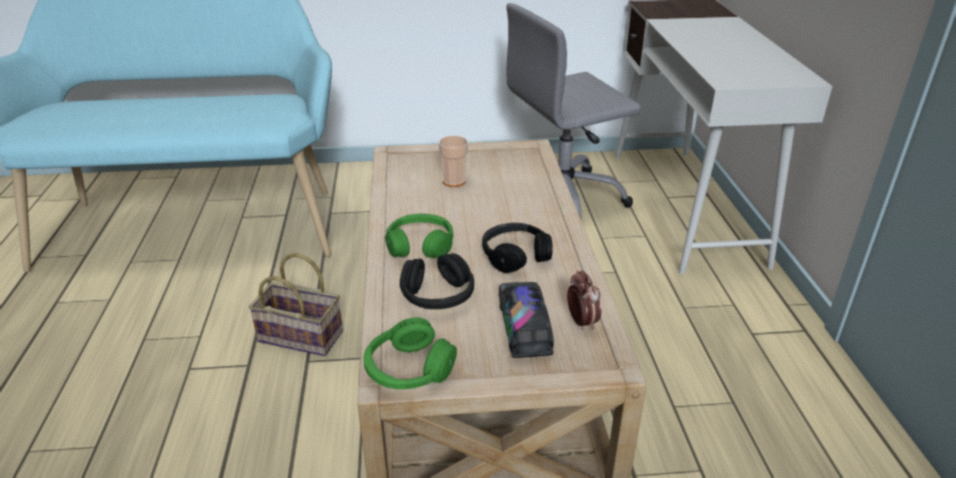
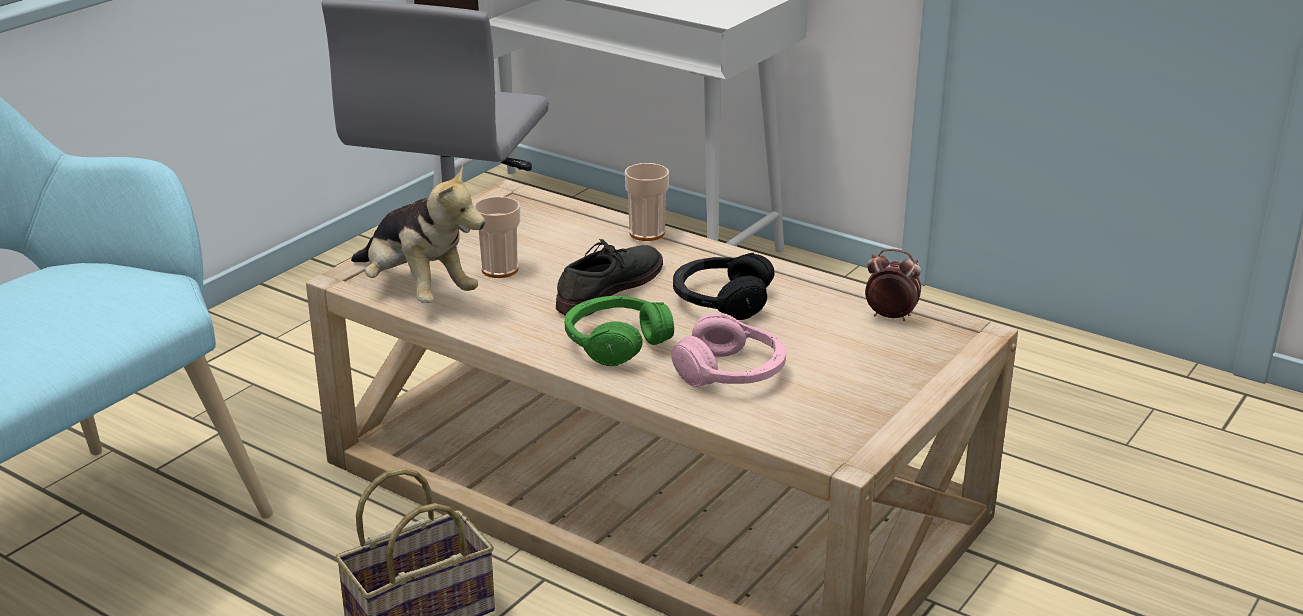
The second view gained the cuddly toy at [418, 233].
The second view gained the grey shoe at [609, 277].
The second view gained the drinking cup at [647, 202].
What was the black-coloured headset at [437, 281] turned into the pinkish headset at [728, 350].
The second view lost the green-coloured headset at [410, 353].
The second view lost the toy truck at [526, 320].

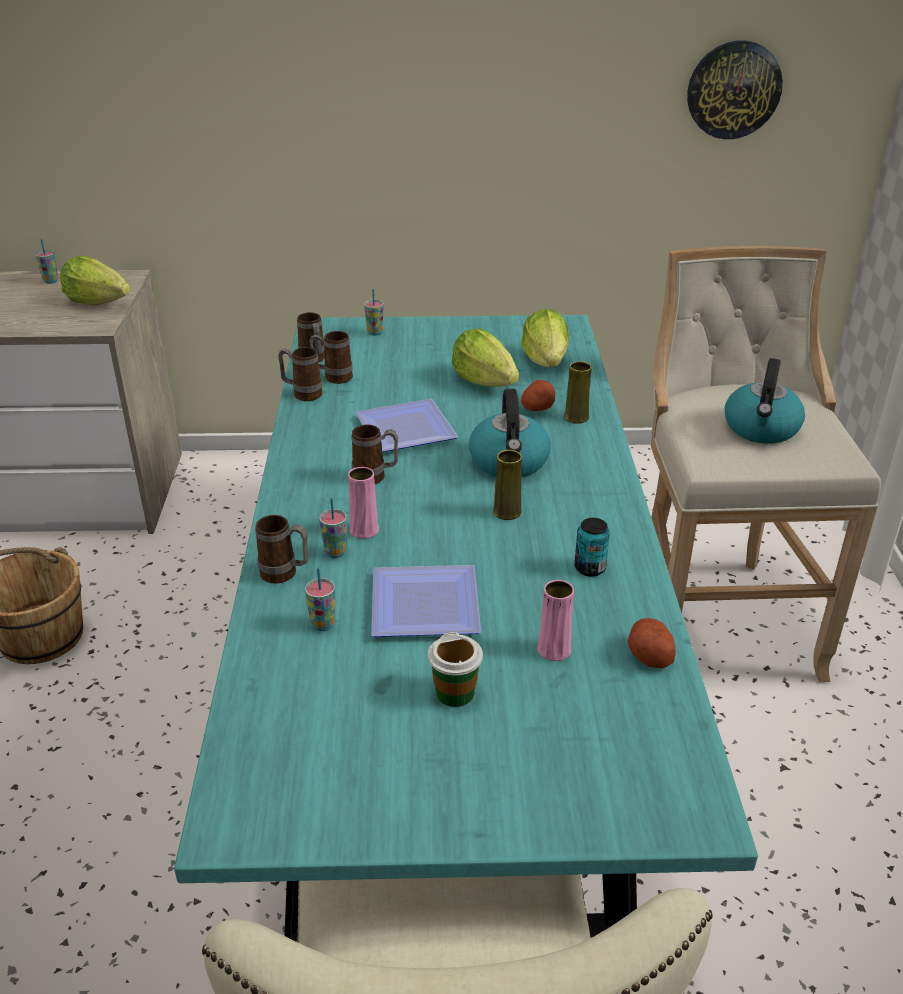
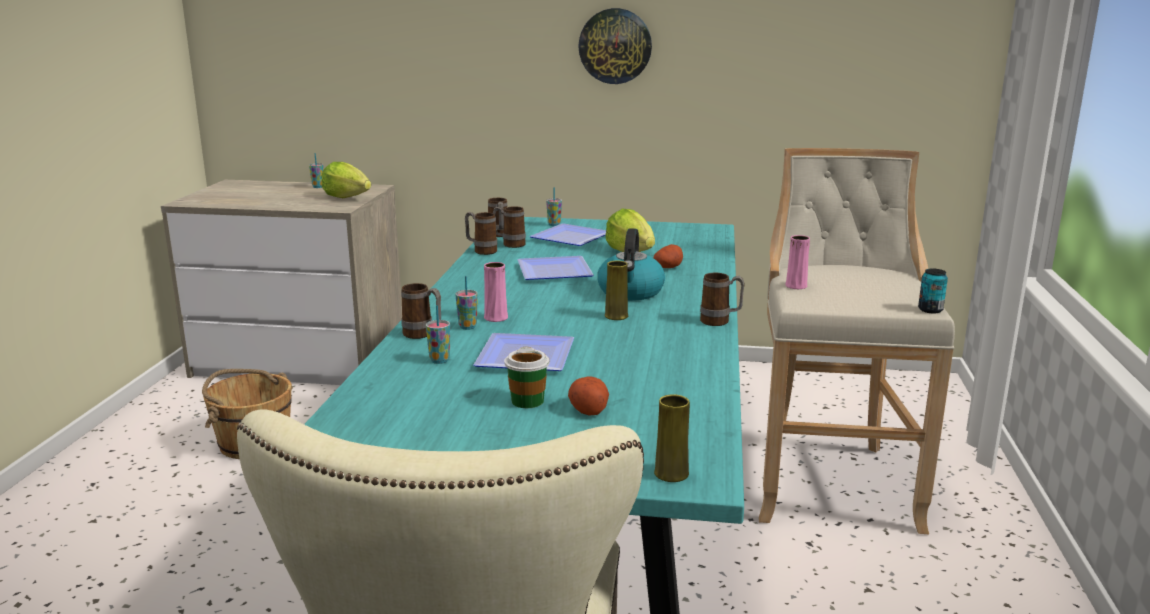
The second view gained the plate at [568, 234].
The whole potato ended up elsewhere, having gone from [652, 643] to [588, 395].
The hanging clock ended up elsewhere, having gone from [735, 89] to [615, 46].
The yellow-coloured decorative vase ended up elsewhere, having gone from [578, 392] to [672, 438].
The mug ended up elsewhere, having gone from [375, 454] to [722, 299].
The pinkish decorative vase ended up elsewhere, having gone from [555, 620] to [797, 262].
The sealed can ended up elsewhere, having gone from [592, 547] to [933, 290].
The second view lost the lettuce at [545, 338].
The second view lost the tea kettle at [765, 401].

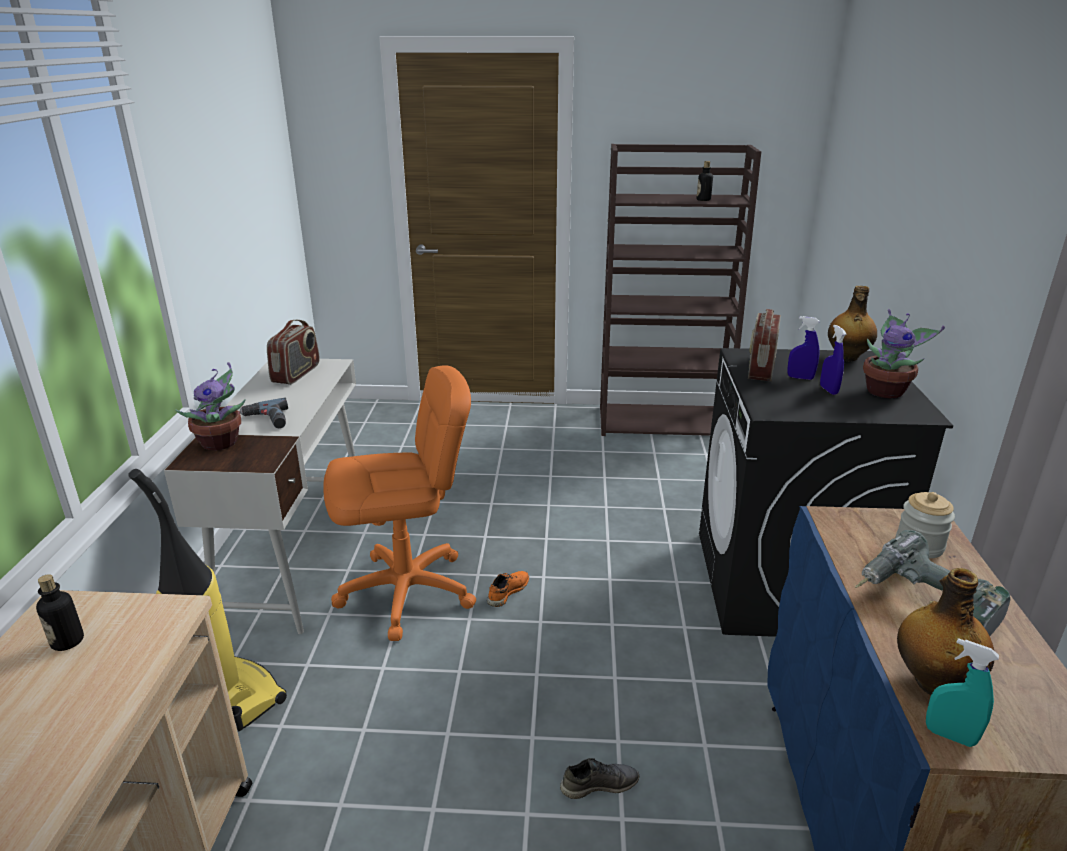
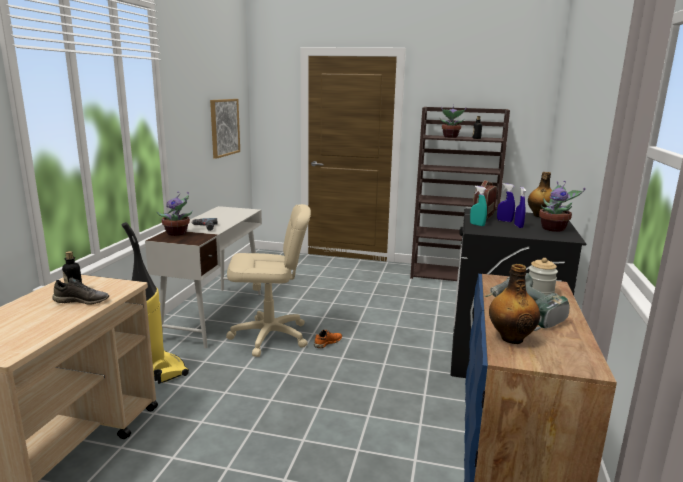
The grey shoe ended up elsewhere, having gone from [599, 778] to [80, 291].
The second view gained the picture at [225, 129].
What was the orange-coloured desk chair at [399, 503] turned into the sand-coloured desk chair at [268, 280].
The second view gained the houseplant at [453, 121].
The turquoise sprayer ended up elsewhere, having gone from [962, 692] to [478, 206].
The second view lost the radio at [293, 352].

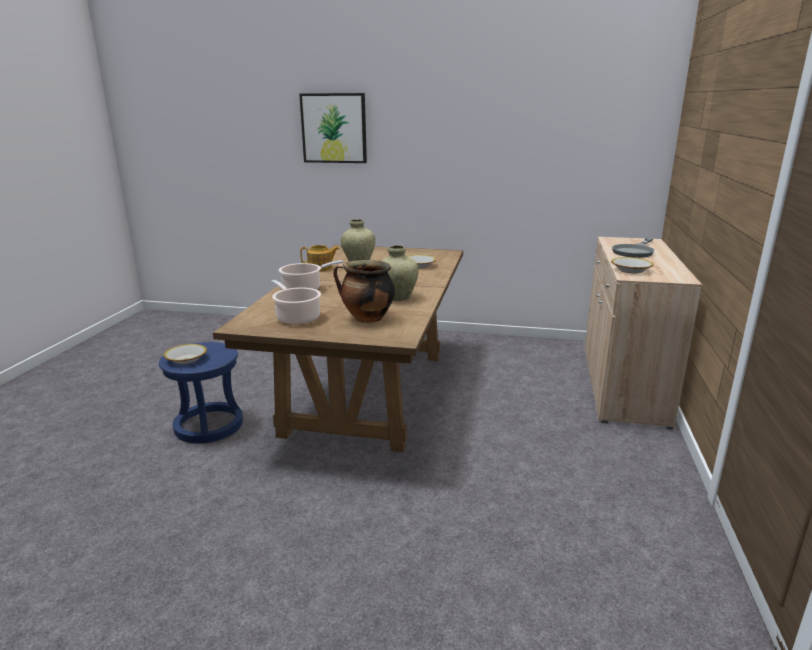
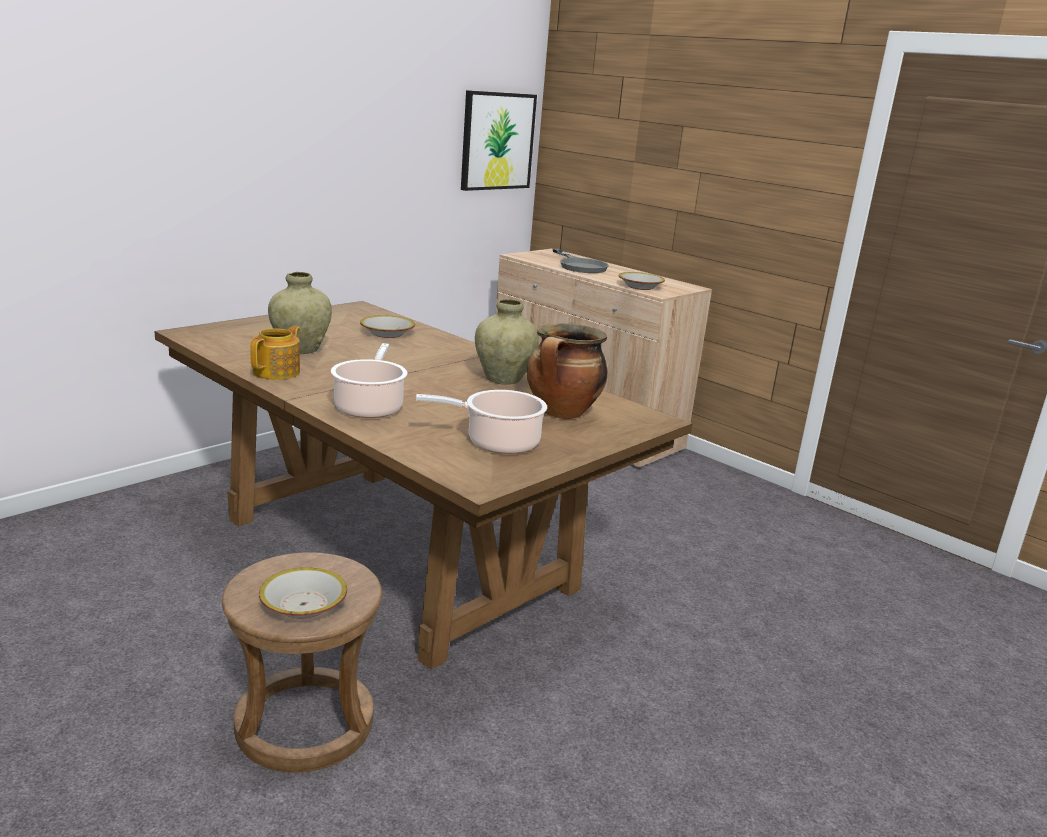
What was the blue stool seat at [201, 393] turned into the brown-coloured stool seat at [302, 662].
The picture ended up elsewhere, having gone from [333, 128] to [499, 140].

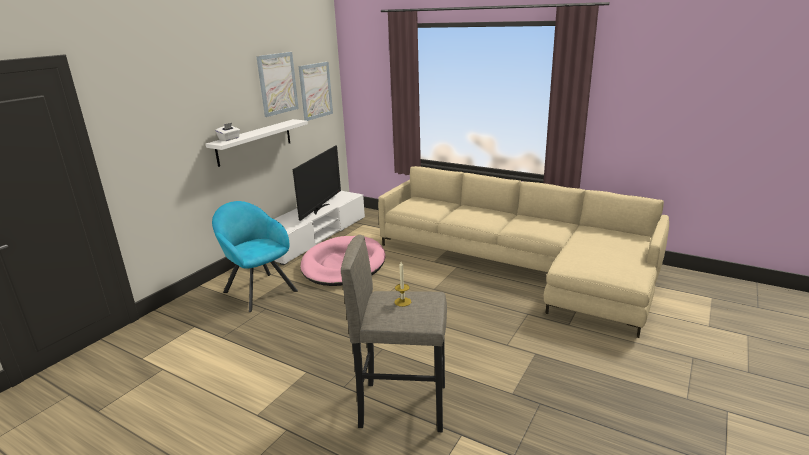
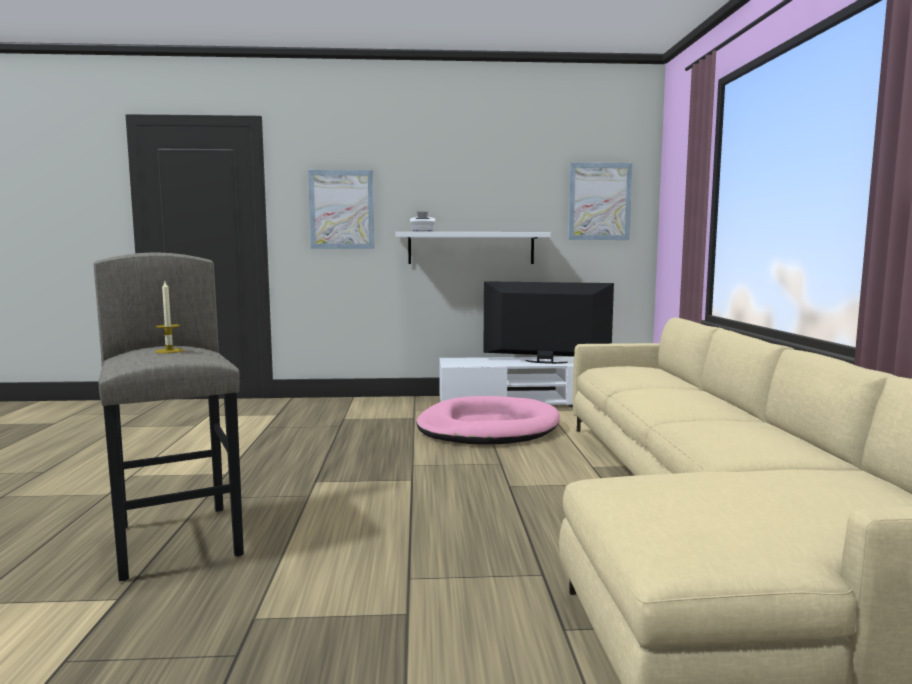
The picture ended up elsewhere, having gone from [277, 84] to [341, 209].
The TV at [317, 183] ended up facing another way, 150 degrees counterclockwise from before.
The second view lost the turquoise armchair at [255, 256].

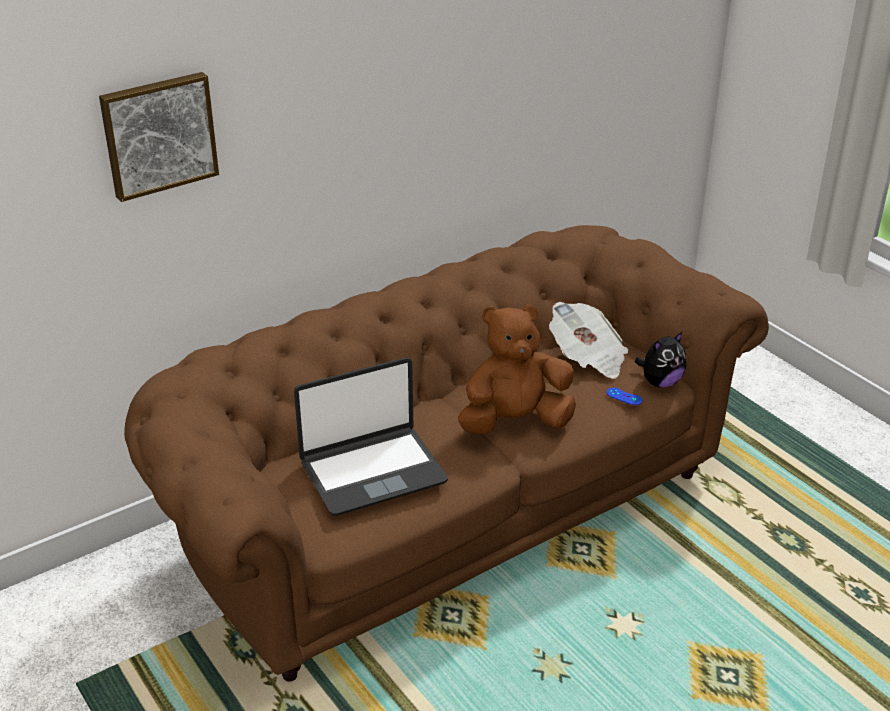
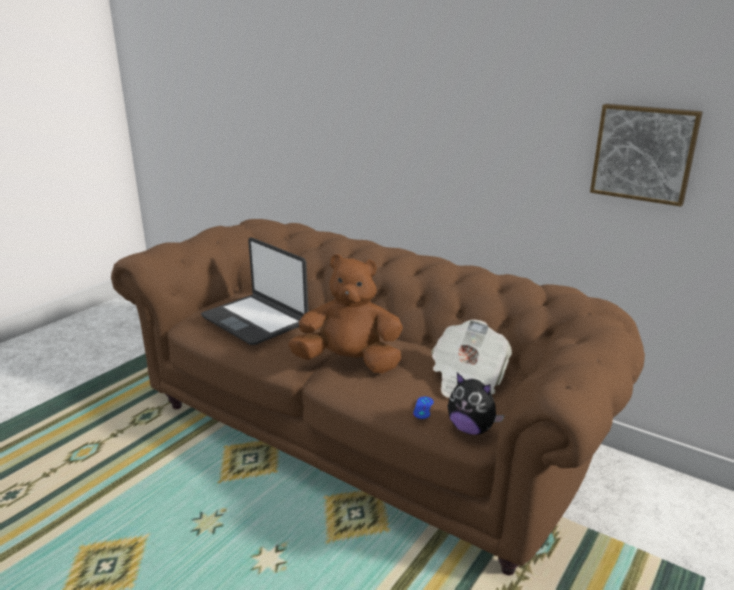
The brown-coloured cuddly toy at [517, 369] ended up facing another way, 45 degrees counterclockwise from before.
The picture ended up elsewhere, having gone from [159, 137] to [646, 155].

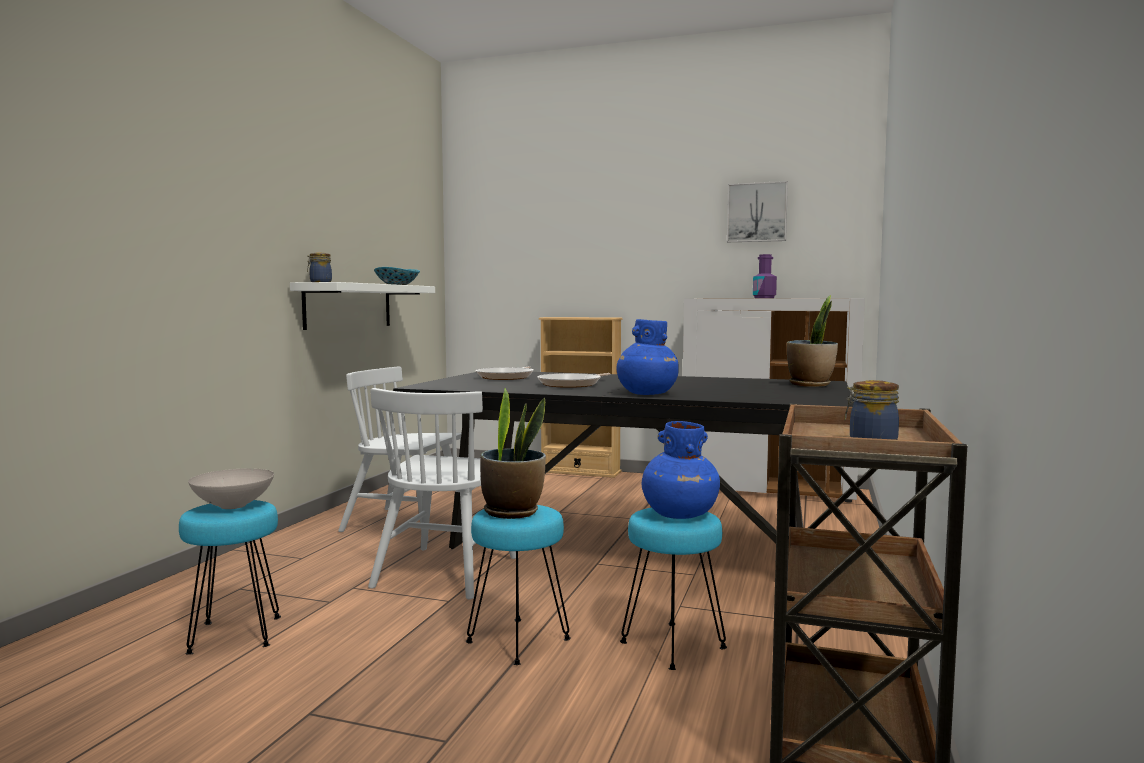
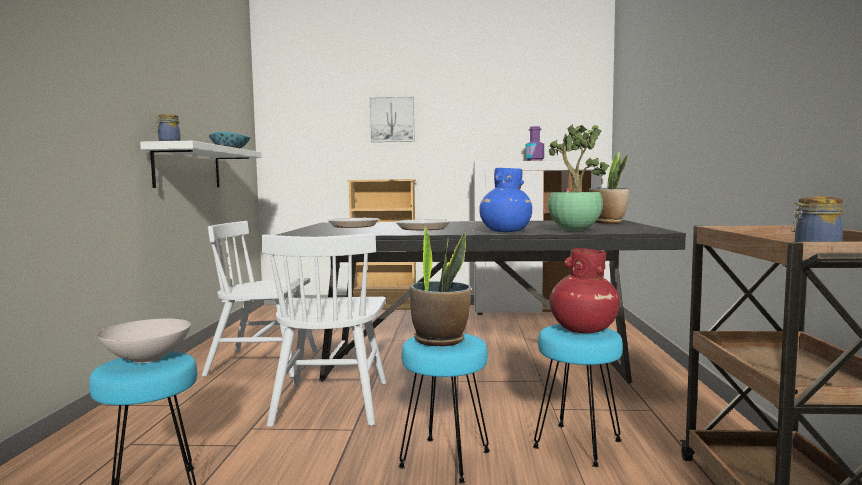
The picture ended up elsewhere, having gone from [757, 211] to [391, 119].
The second view gained the houseplant at [578, 177].
What was the blue decorative vase at [681, 470] turned into the reddish decorative vase at [585, 290].

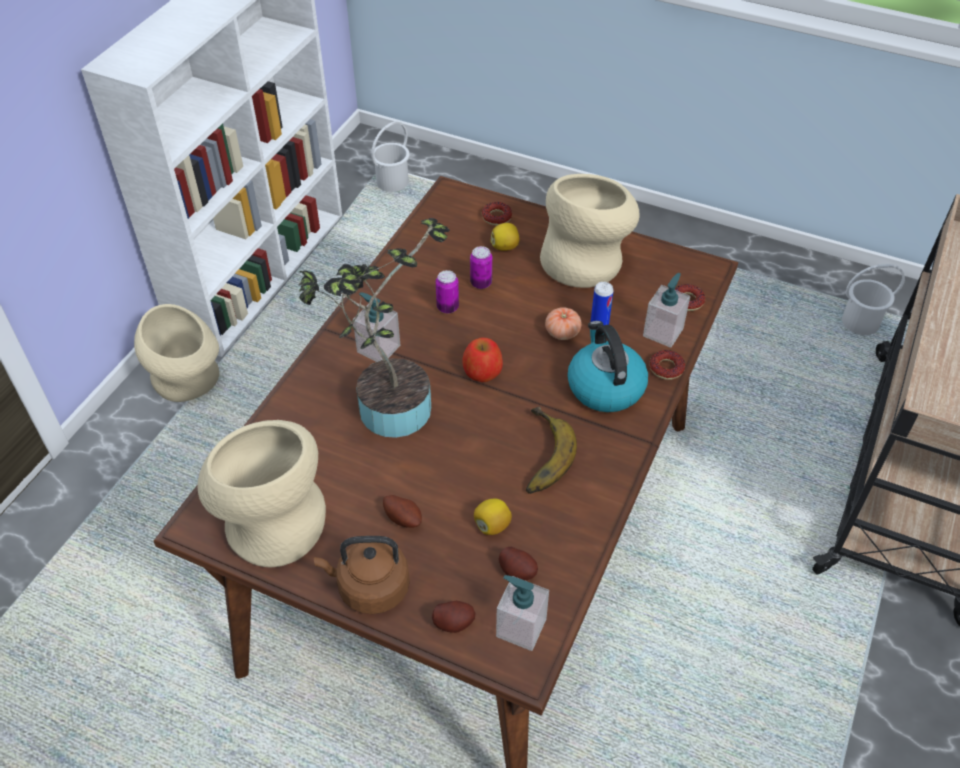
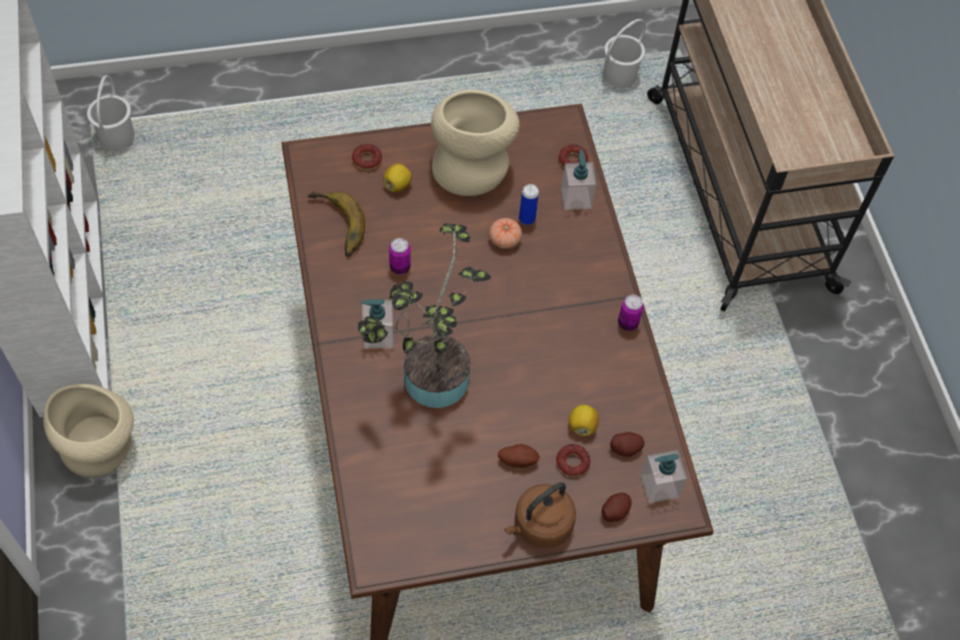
The banana fruit ended up elsewhere, having gone from [551, 450] to [336, 224].
The doughnut ended up elsewhere, having gone from [667, 365] to [573, 460].
The sealed can ended up elsewhere, having gone from [481, 267] to [631, 313].
The second view lost the sand-coloured decorative vase at [262, 493].
The second view lost the apple fruit at [482, 360].
The second view lost the tea kettle at [607, 366].

